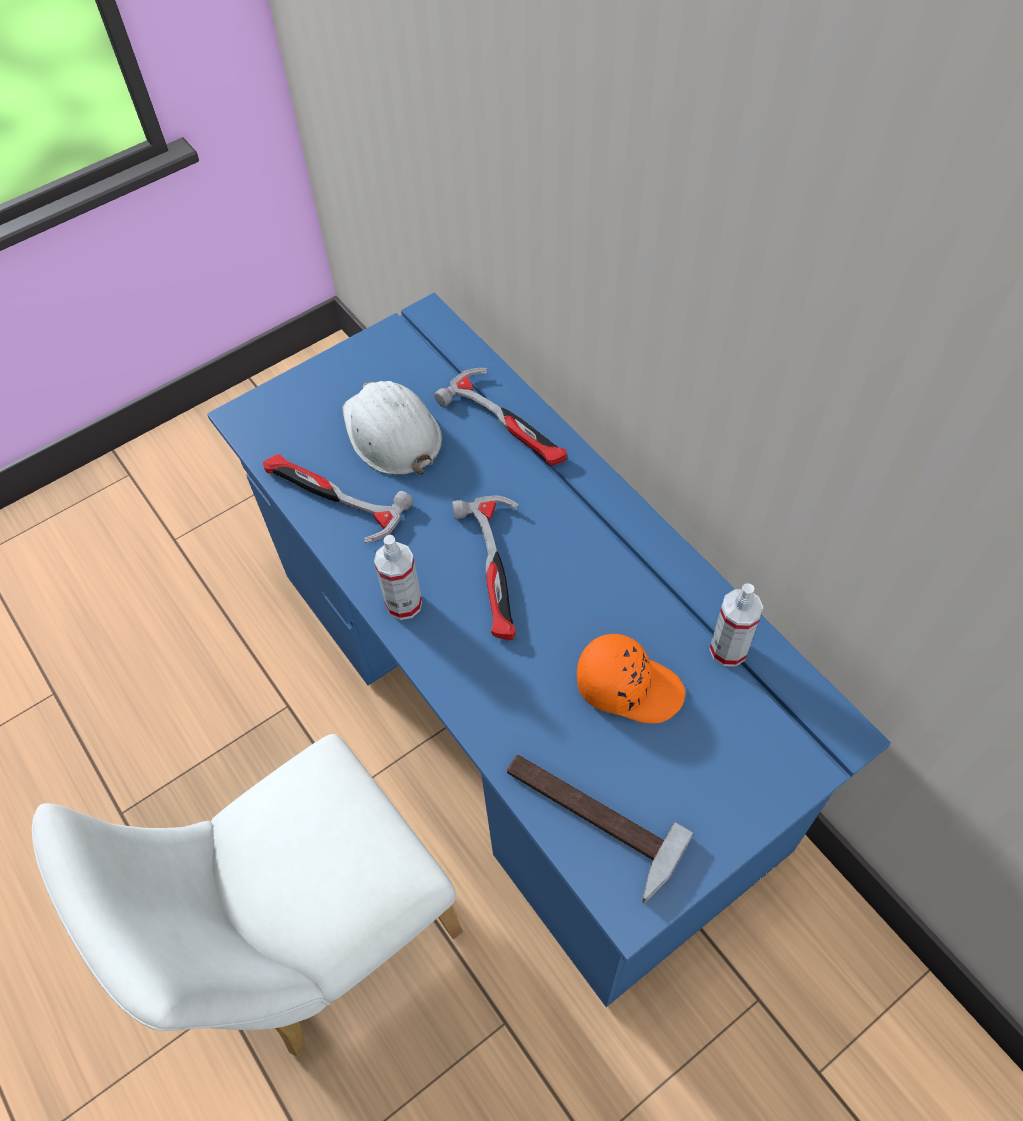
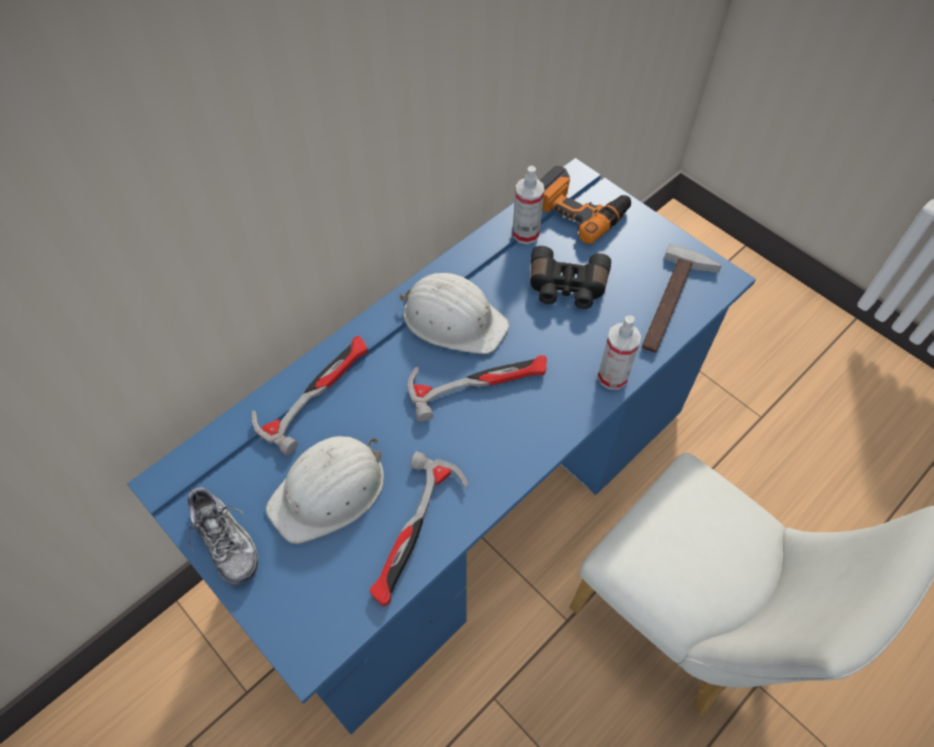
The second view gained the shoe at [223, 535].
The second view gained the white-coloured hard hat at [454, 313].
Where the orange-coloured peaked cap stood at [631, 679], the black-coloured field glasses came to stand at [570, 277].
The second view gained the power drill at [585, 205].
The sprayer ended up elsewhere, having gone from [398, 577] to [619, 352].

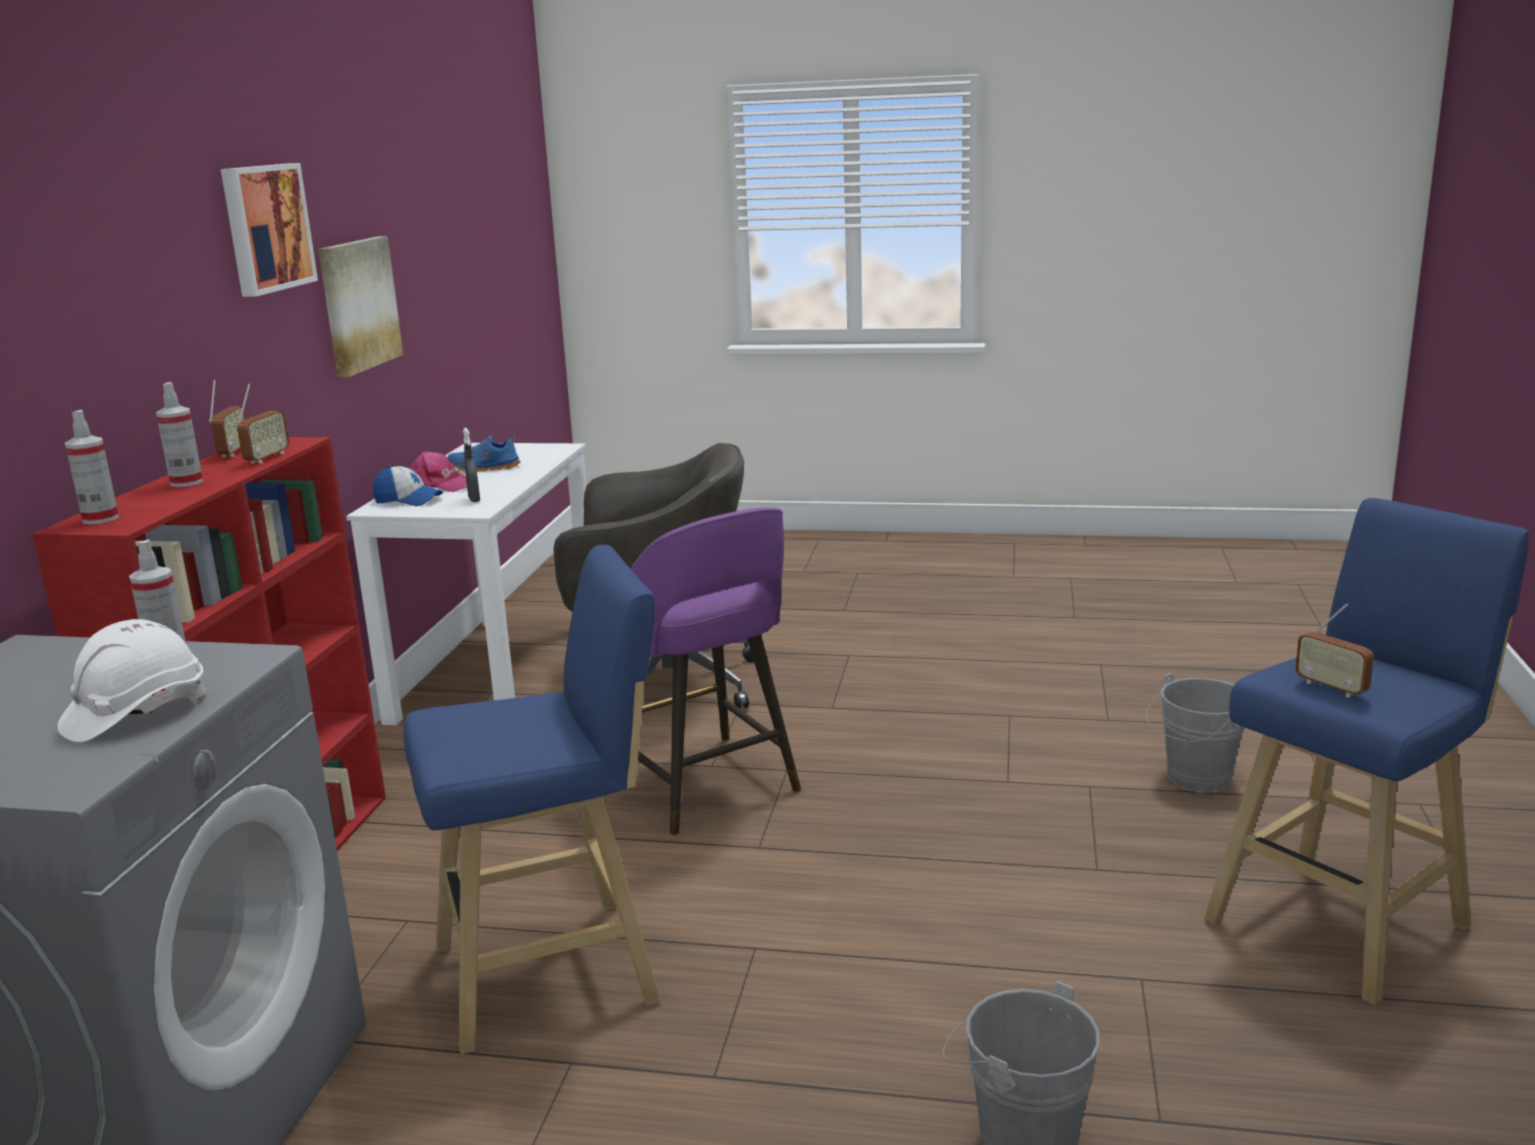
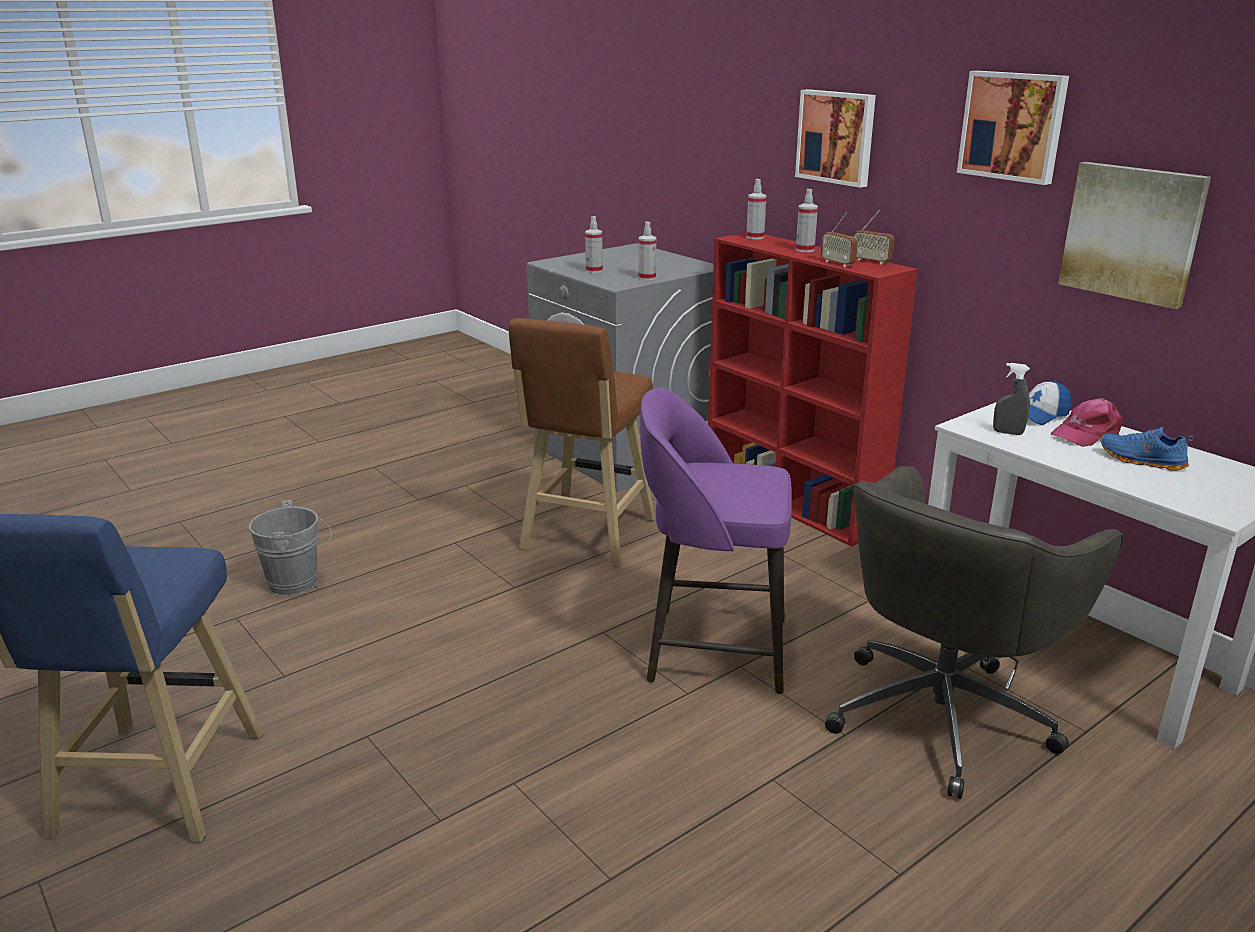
What was the blue stool seat at [531, 799] turned into the brown-coloured stool seat at [582, 442].
Where the white-coloured hard hat stood at [132, 680], the sprayer came to stand at [594, 244].
The second view gained the picture at [835, 138].
The blue shoe at [484, 453] ended up facing another way, 90 degrees counterclockwise from before.
The second view lost the grey water bucket at [1195, 733].
The second view lost the radio at [1334, 650].

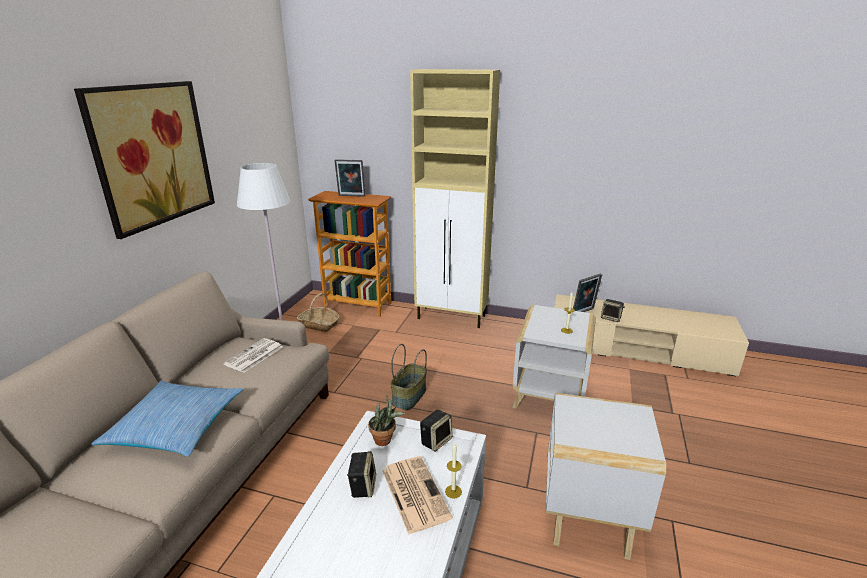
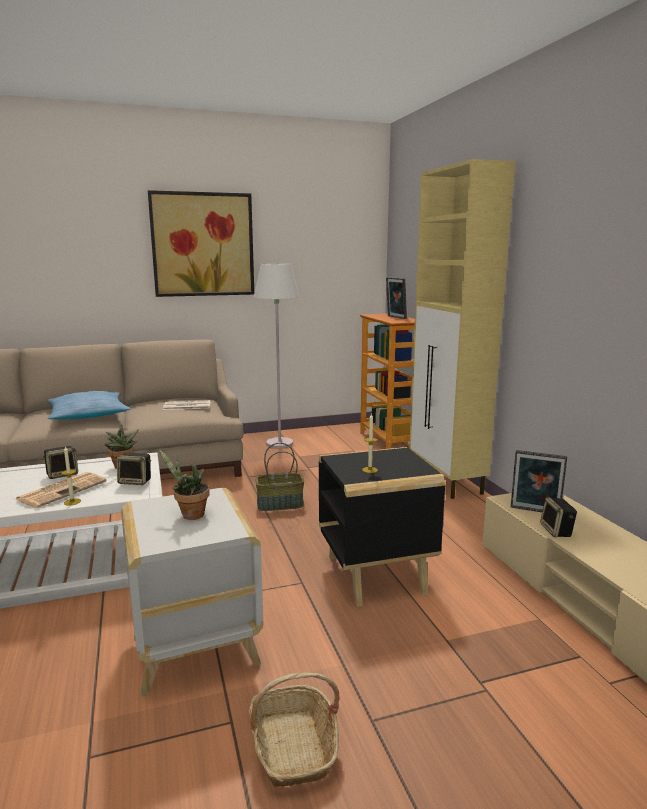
The second view gained the houseplant at [184, 484].
The storage basket ended up elsewhere, having gone from [318, 312] to [294, 730].
What was the white-coloured side table at [554, 356] turned into the black-coloured side table at [382, 527].

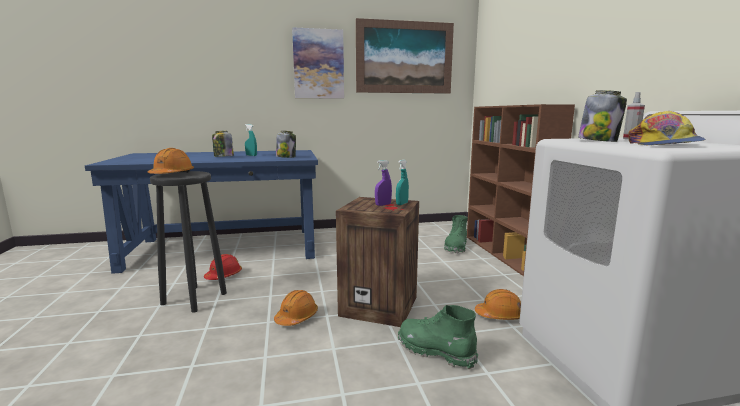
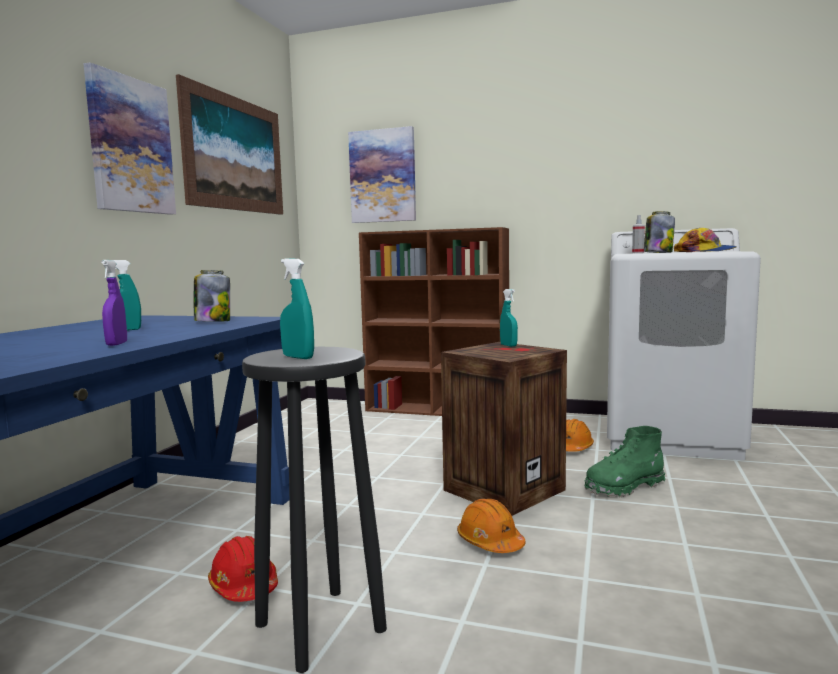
The purple-coloured sprayer ended up elsewhere, having gone from [383, 183] to [114, 303].
Where the orange-coloured hard hat stood at [171, 161], the turquoise sprayer came to stand at [297, 308].
The second view gained the picture at [382, 174].
The second view lost the preserve jar at [223, 144].
The second view lost the green-coloured tall boot at [456, 234].

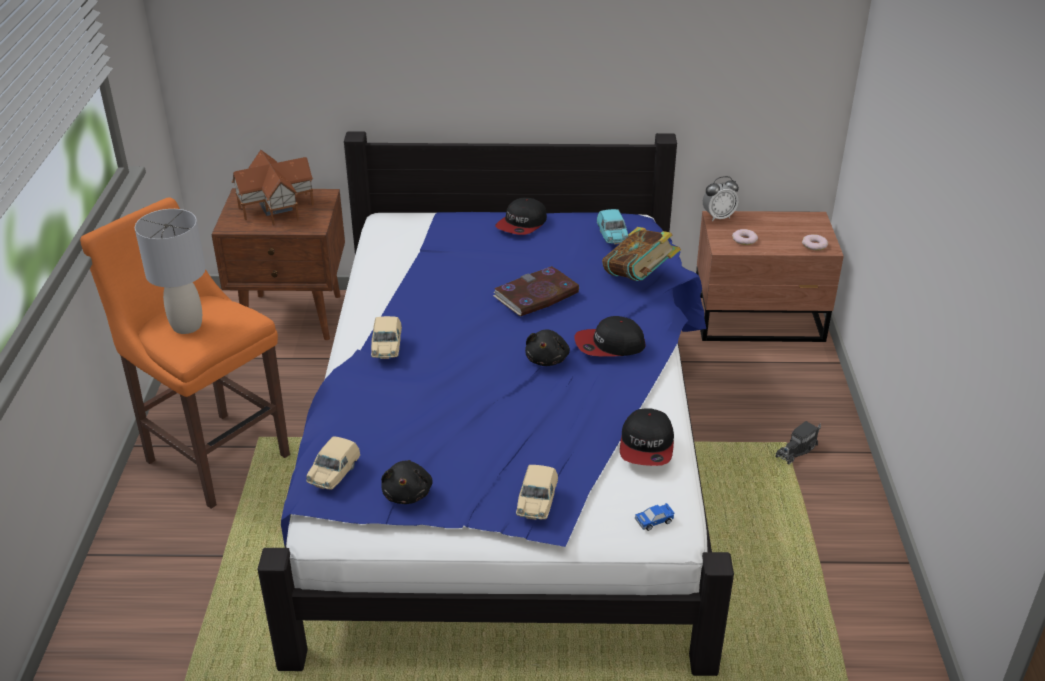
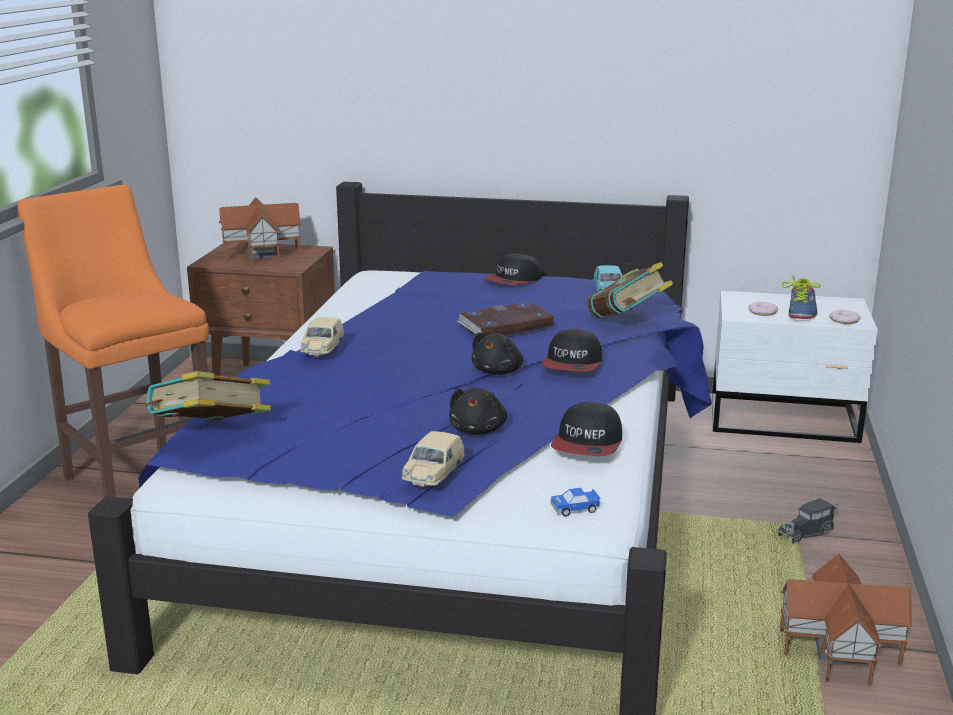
Where the sand-coloured model car stood at [333, 463], the bound book came to stand at [208, 396].
The black-coloured cuddly toy ended up elsewhere, having gone from [407, 482] to [478, 411].
The peaked cap at [610, 336] ended up facing another way, 75 degrees counterclockwise from before.
What was the brown-coloured nightstand at [770, 276] turned into the white-coloured nightstand at [795, 367].
The second view gained the toy house at [846, 620].
The second view gained the shoe at [801, 297].
The second view lost the grey tabletop lamp at [170, 271].
The second view lost the bedside clock at [721, 199].

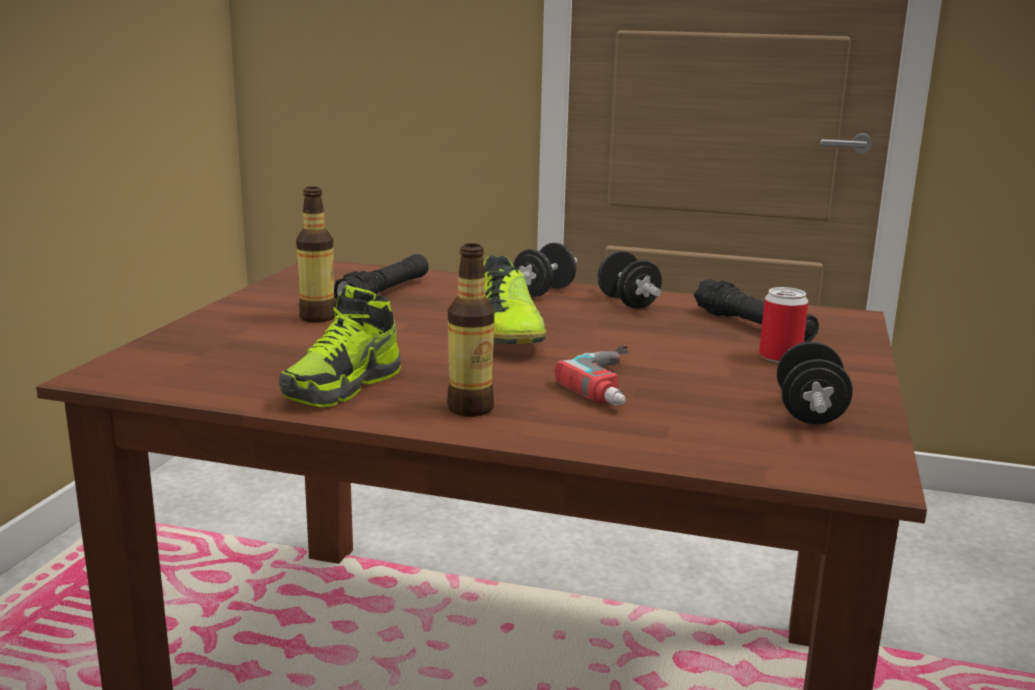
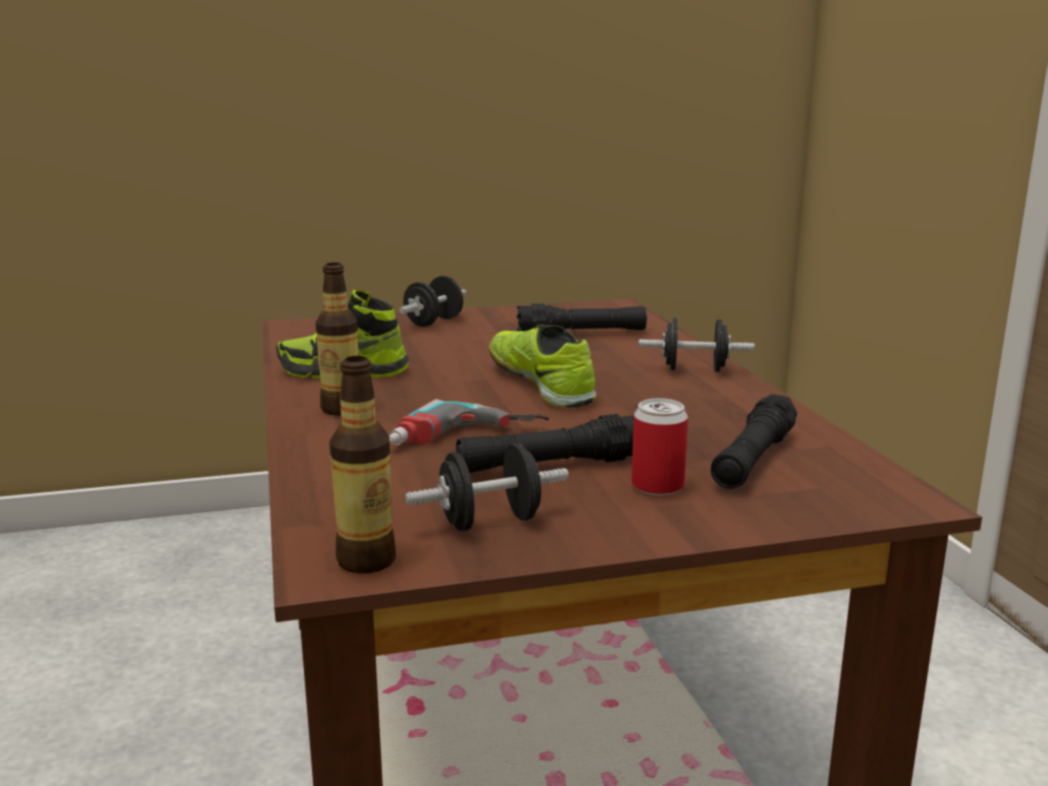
The drink bottle ended up elsewhere, having gone from [315, 255] to [362, 465].
The black-coloured free weight ended up elsewhere, having gone from [629, 279] to [433, 301].
The second view gained the black-coloured torch at [545, 443].
The shoe at [515, 299] ended up facing another way, 105 degrees clockwise from before.

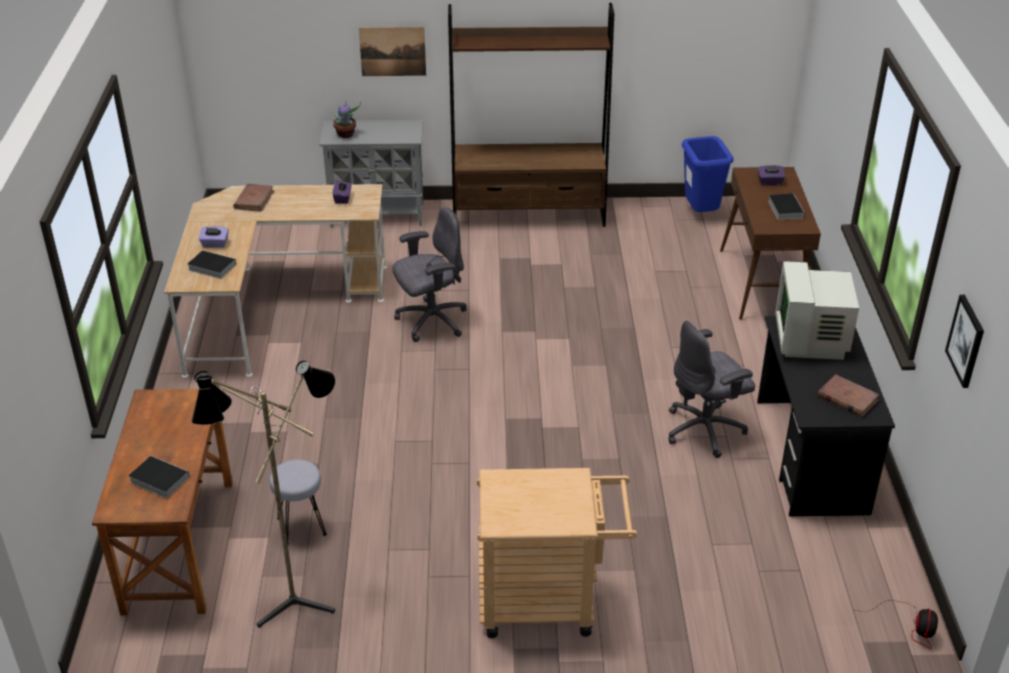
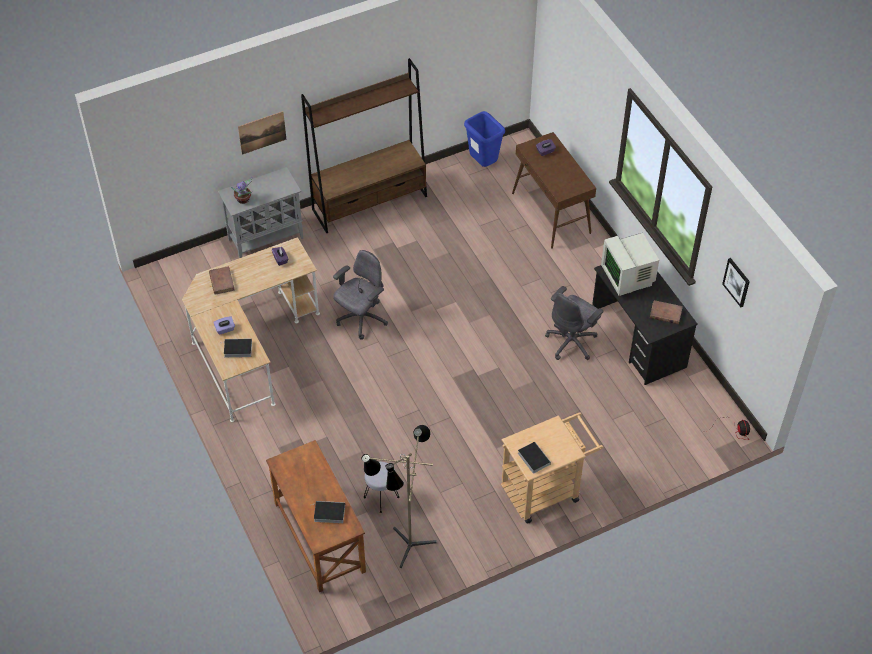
The bound book ended up elsewhere, having gone from [786, 206] to [534, 458].

